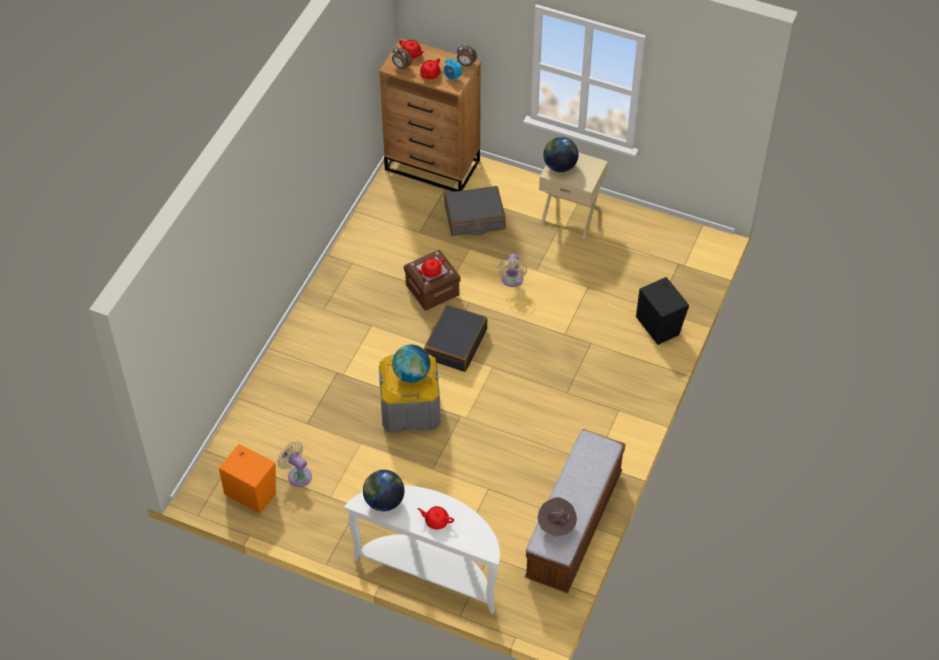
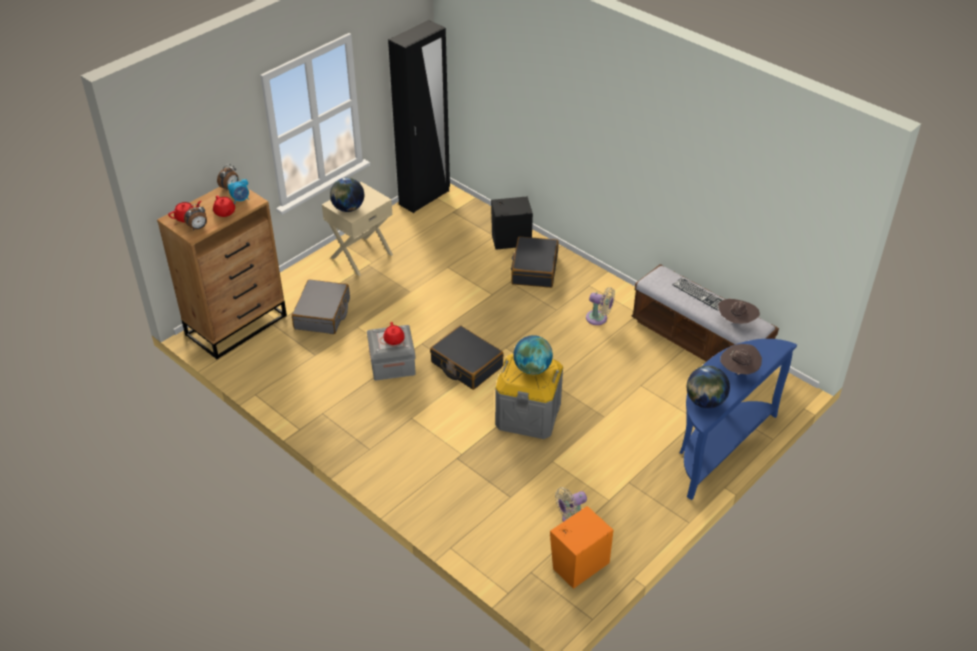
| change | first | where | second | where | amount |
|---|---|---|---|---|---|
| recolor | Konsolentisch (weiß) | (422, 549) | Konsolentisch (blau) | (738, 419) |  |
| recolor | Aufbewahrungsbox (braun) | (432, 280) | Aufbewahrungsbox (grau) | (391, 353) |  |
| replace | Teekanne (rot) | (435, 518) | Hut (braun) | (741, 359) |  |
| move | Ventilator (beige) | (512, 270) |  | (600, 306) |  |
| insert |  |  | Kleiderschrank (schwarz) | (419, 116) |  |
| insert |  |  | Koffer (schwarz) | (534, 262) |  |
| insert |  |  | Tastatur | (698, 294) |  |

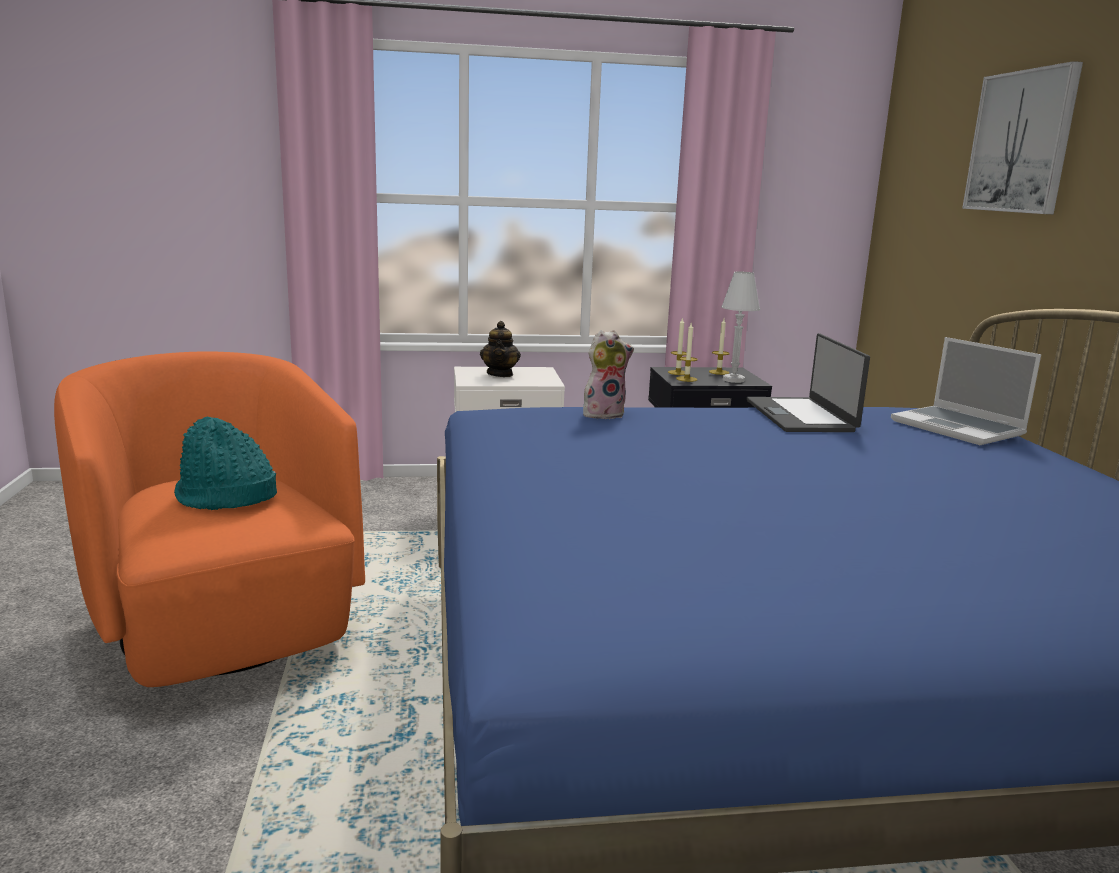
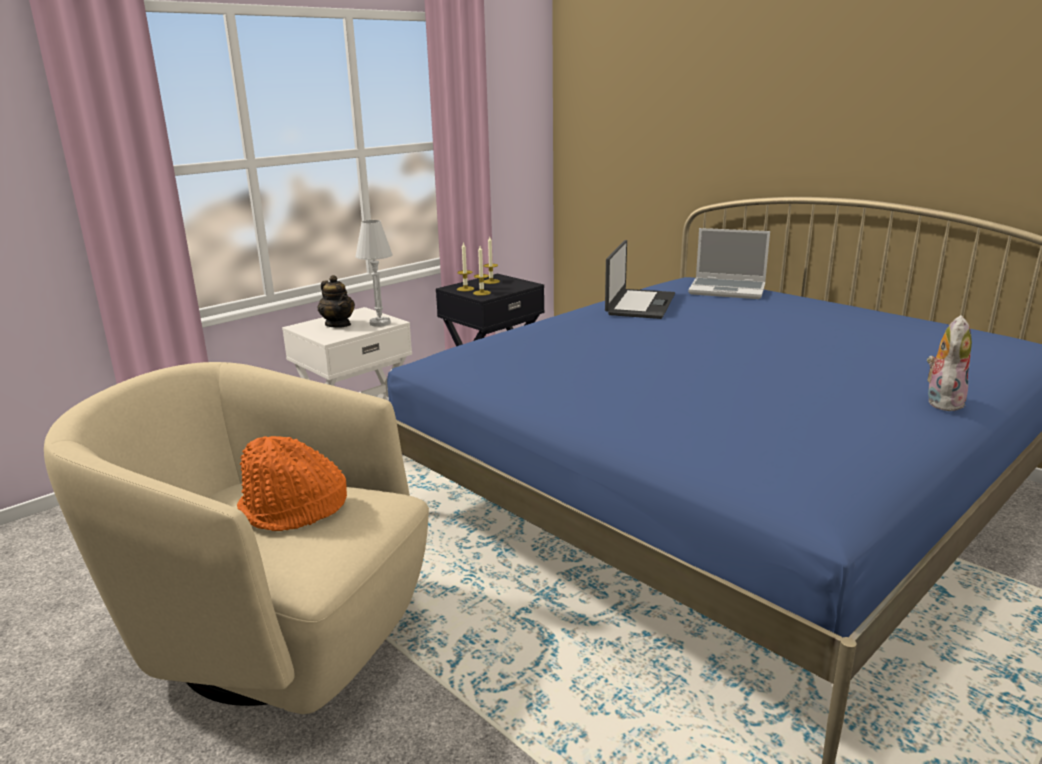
| change | first | where | second | where | amount |
|---|---|---|---|---|---|
| recolor | Sessel (orange) | (209, 519) | Sessel (beige) | (236, 538) |  |
| recolor | Hut (türkis) | (225, 463) | Hut (orange) | (292, 483) |  |
| move | Plüschtier | (608, 374) |  | (949, 363) |  |
| move | Tischlampe (weiß) | (740, 327) |  | (374, 273) |  |
| rotate | Laptop | (808, 382) |  | (640, 279) | 120 degrees counterclockwise |
| delete | Bild | (1022, 137) |  |  |  |

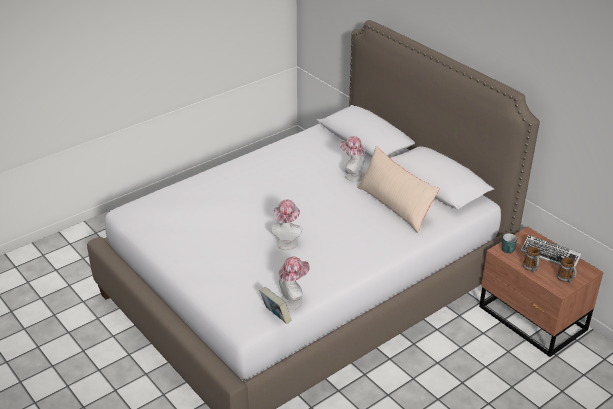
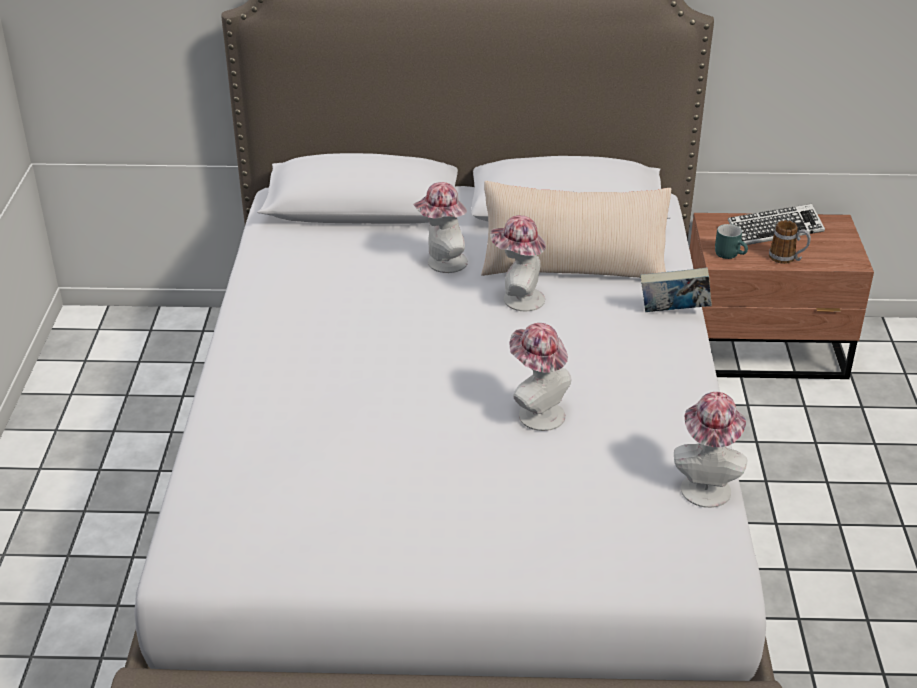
| change | first | where | second | where | amount |
|---|---|---|---|---|---|
| move | Buch | (276, 305) |  | (676, 290) |  |
| delete | Henkelbecher | (567, 270) |  |  |  |
| insert |  |  | Hut | (518, 263) |  |

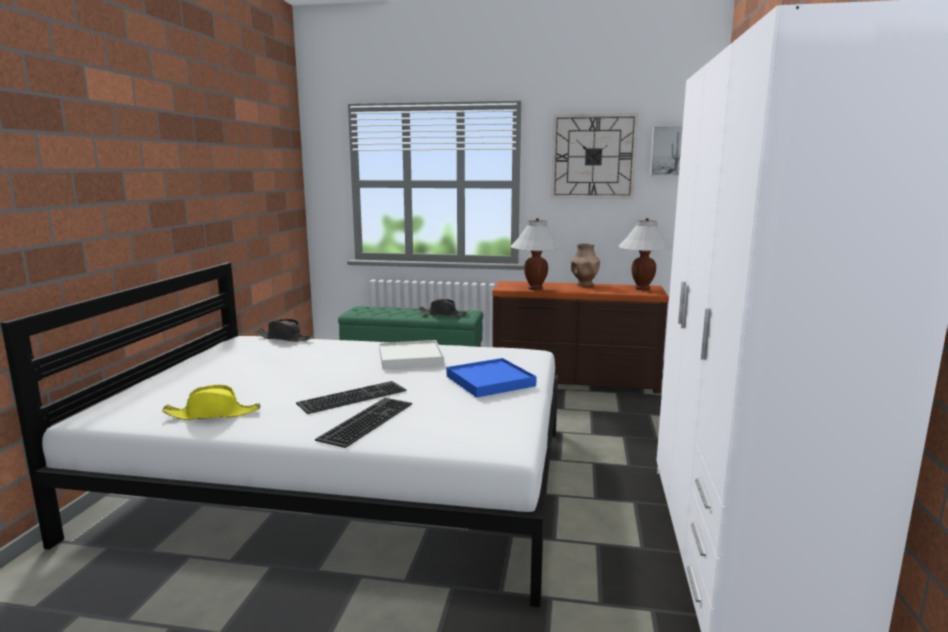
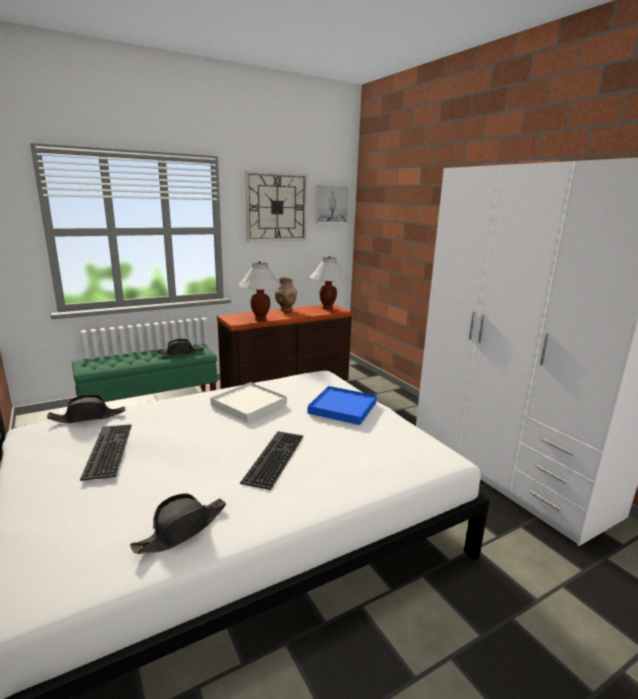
| change | first | where | second | where | amount |
|---|---|---|---|---|---|
| recolor | Hut (gelb) | (211, 402) | Hut (schwarz) | (178, 523) |  |
| move | Tastatur | (363, 423) |  | (106, 452) |  |

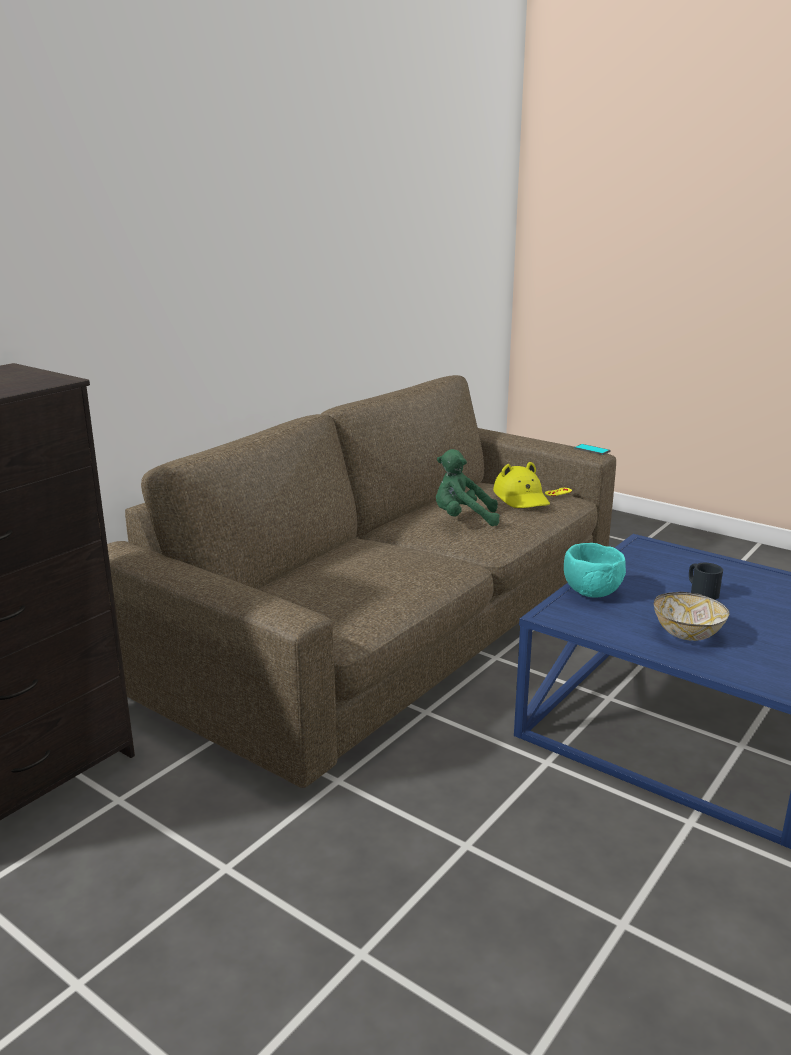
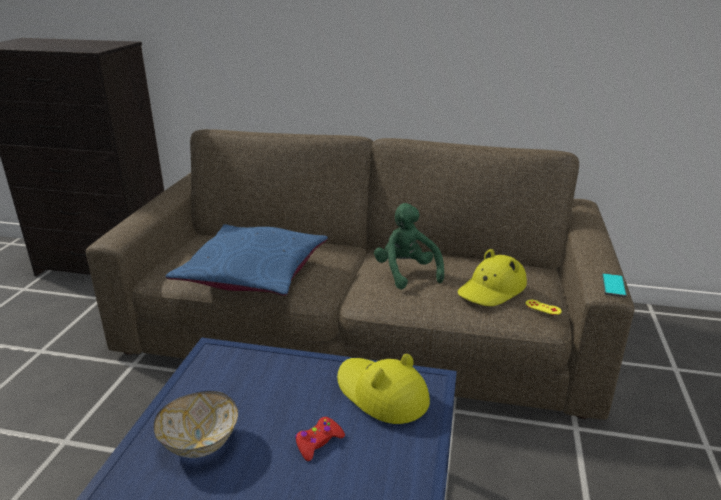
| change | first | where | second | where | amount |
|---|---|---|---|---|---|
| delete | Schüssel (türkis) | (595, 570) |  |  |  |
| replace | Henkelbecher (schwarz) | (706, 581) | Gamepad (rot) | (320, 439) |  |
| insert |  |  | Kissen (blau) | (247, 260) |  |
| insert |  |  | Hut (gelb) | (383, 389) |  |

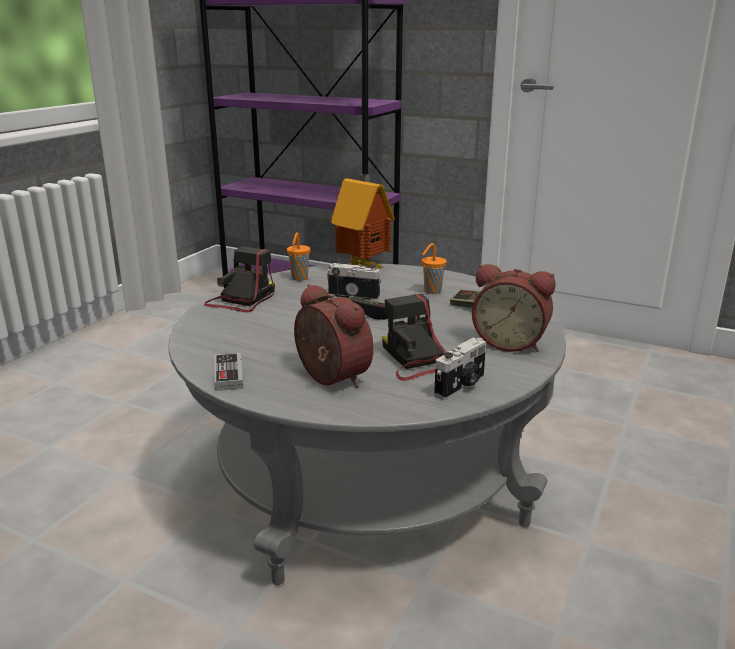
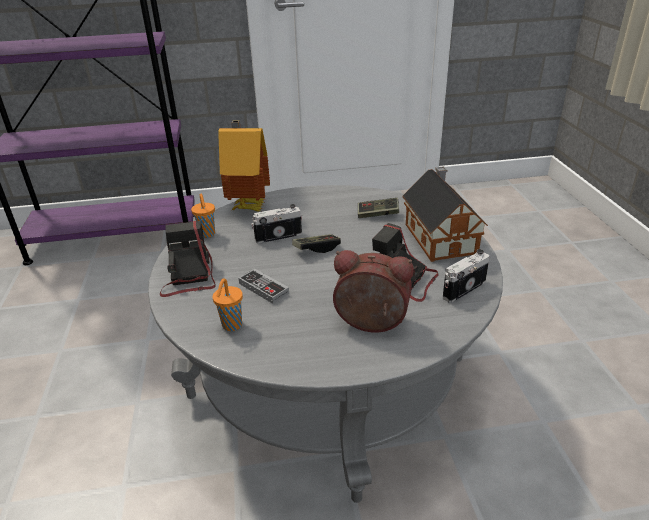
| change | first | where | second | where | amount |
|---|---|---|---|---|---|
| move | Gamepad | (228, 372) |  | (264, 286) |  |
| move | Tasse (orange) | (434, 268) |  | (228, 304) |  |
| rotate | Kamera | (460, 368) |  | (466, 276) | 135 degrees counterclockwise |
| replace | Wecker | (514, 308) | Spielzeughaus | (445, 214) |  |

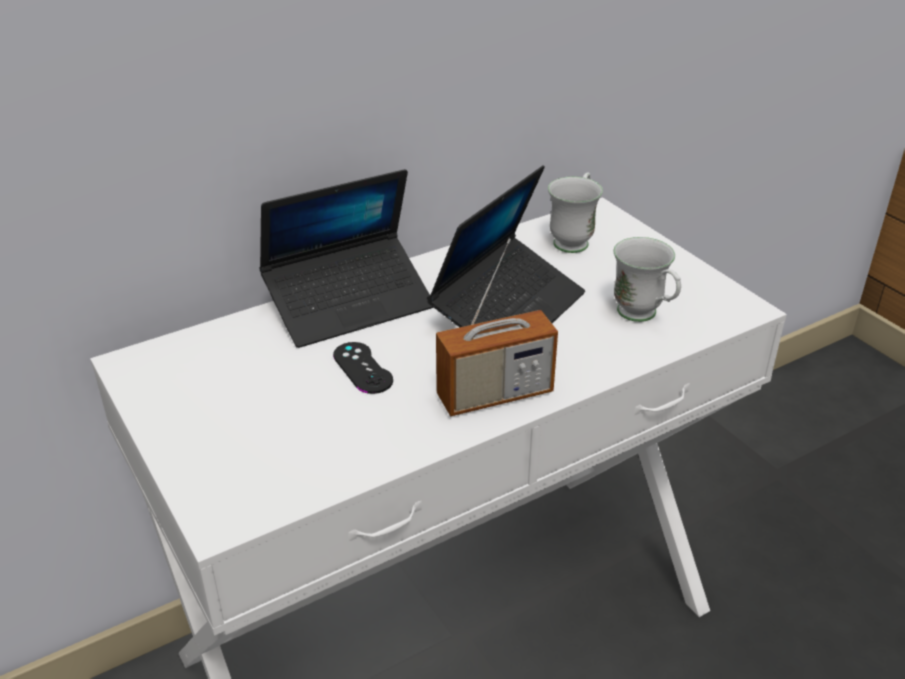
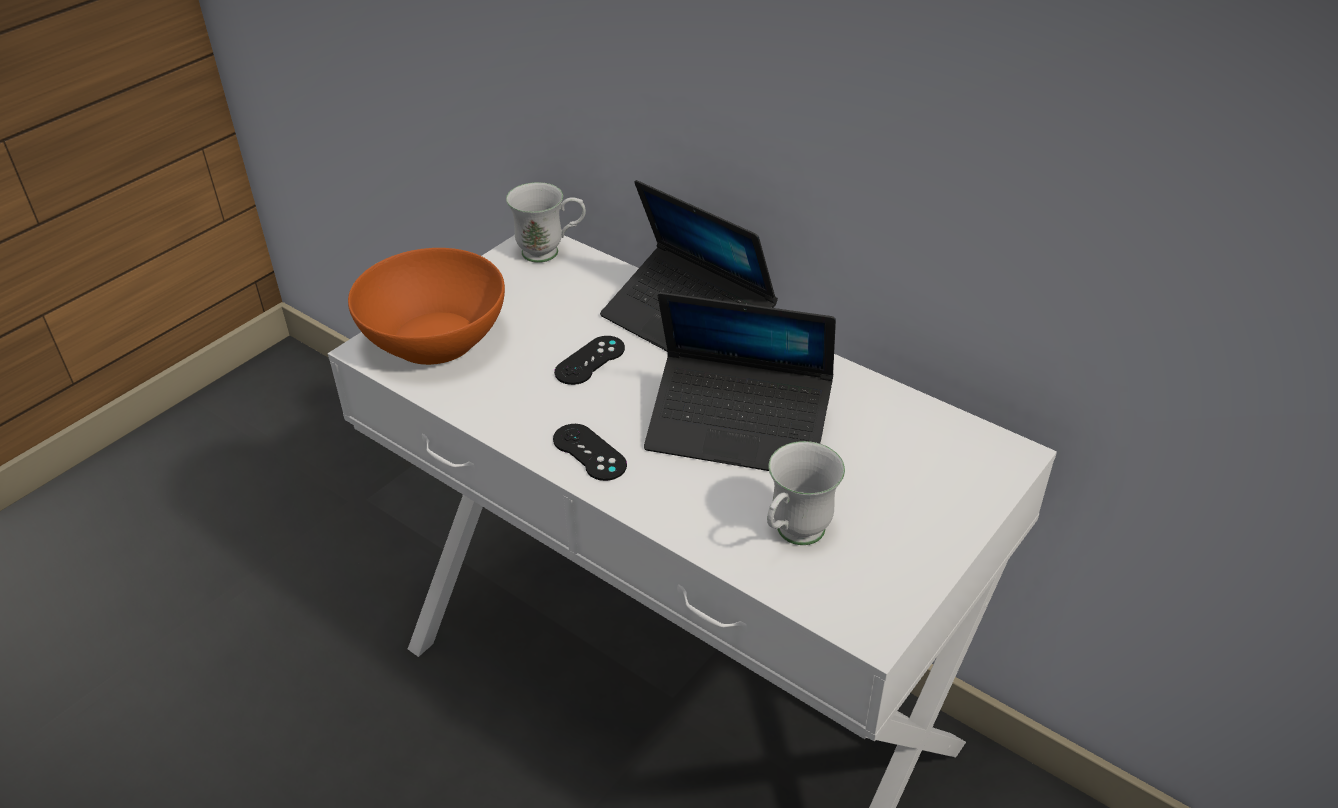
| change | first | where | second | where | amount |
|---|---|---|---|---|---|
| replace | Radio | (497, 327) | Gamepad (schwarz) | (590, 452) |  |
| move | Henkelbecher (weiß) | (575, 212) |  | (546, 222) |  |
| insert |  |  | Schüssel (orange) | (426, 306) |  |

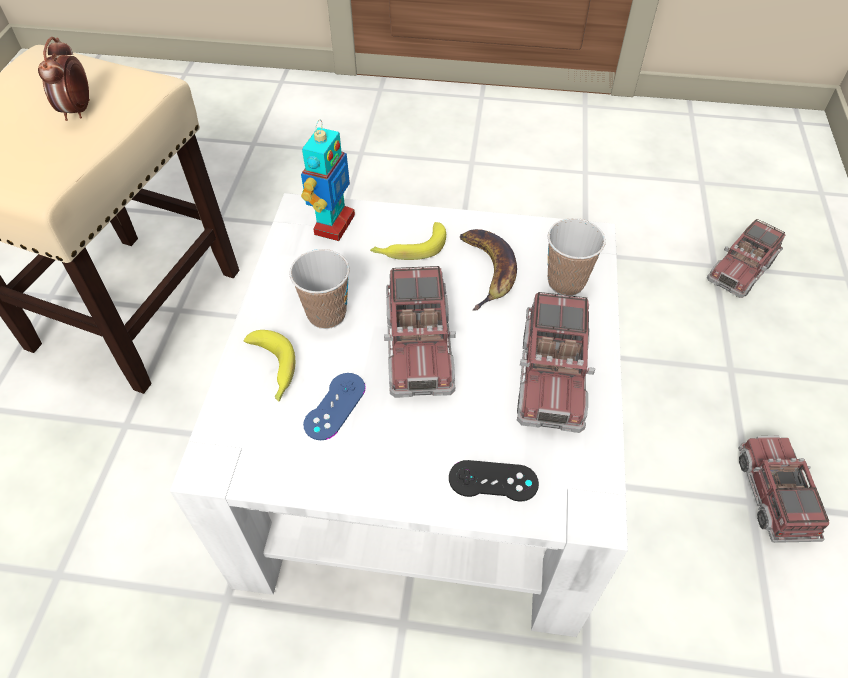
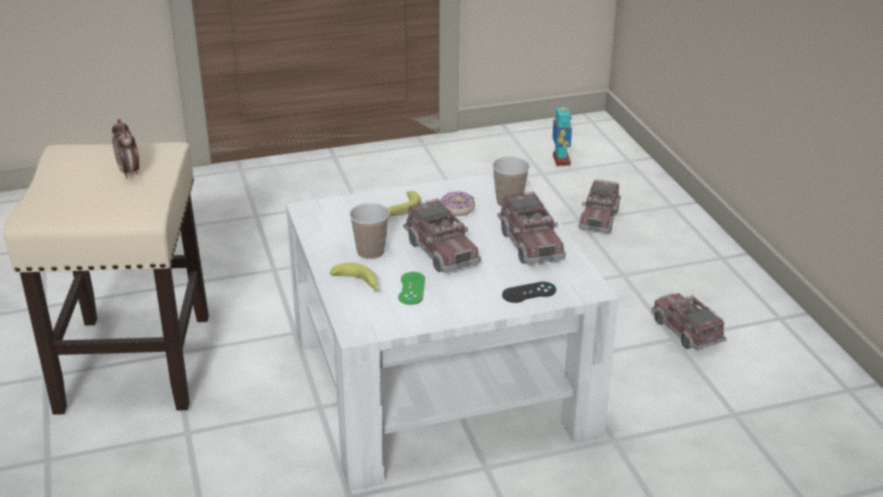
| change | first | where | second | where | amount |
|---|---|---|---|---|---|
| move | Spielzeugroboter | (328, 180) |  | (562, 134) |  |
| recolor | Gamepad (blau) | (334, 406) | Gamepad (grün) | (411, 288) |  |
| replace | Banane | (488, 270) | Donut | (457, 203) |  |

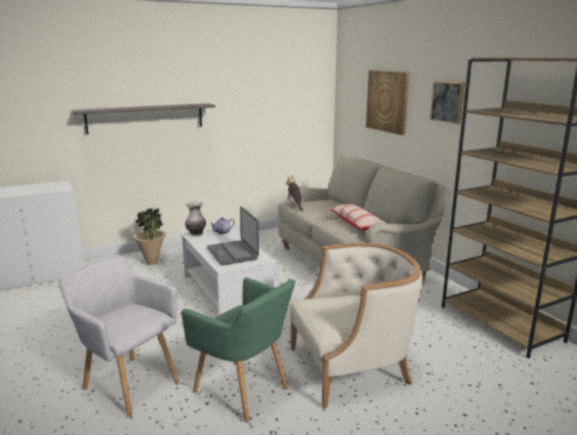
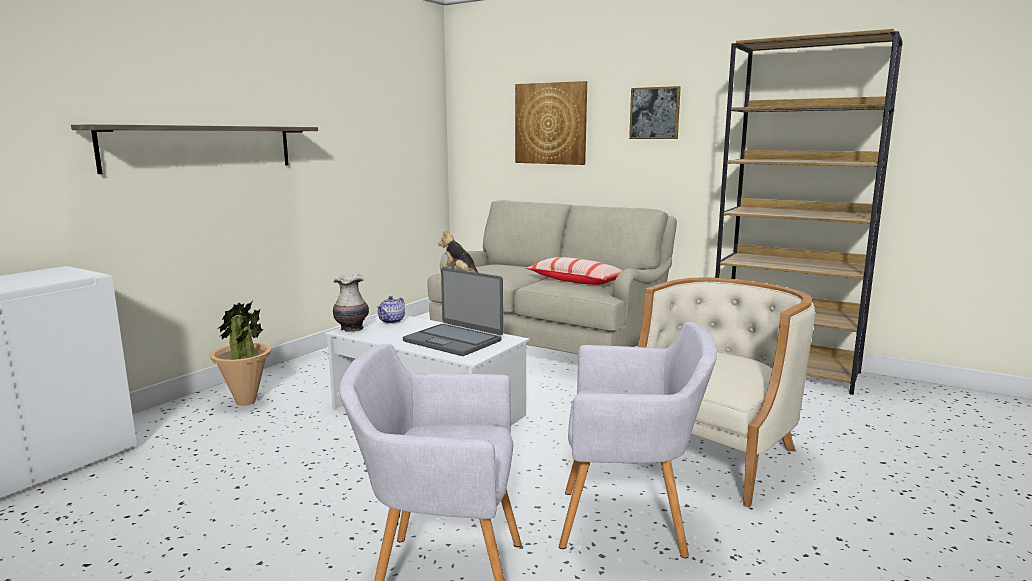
| change | first | where | second | where | amount |
|---|---|---|---|---|---|
| recolor | Sessel (grün) | (238, 350) | Sessel (grau) | (638, 440) |  |

